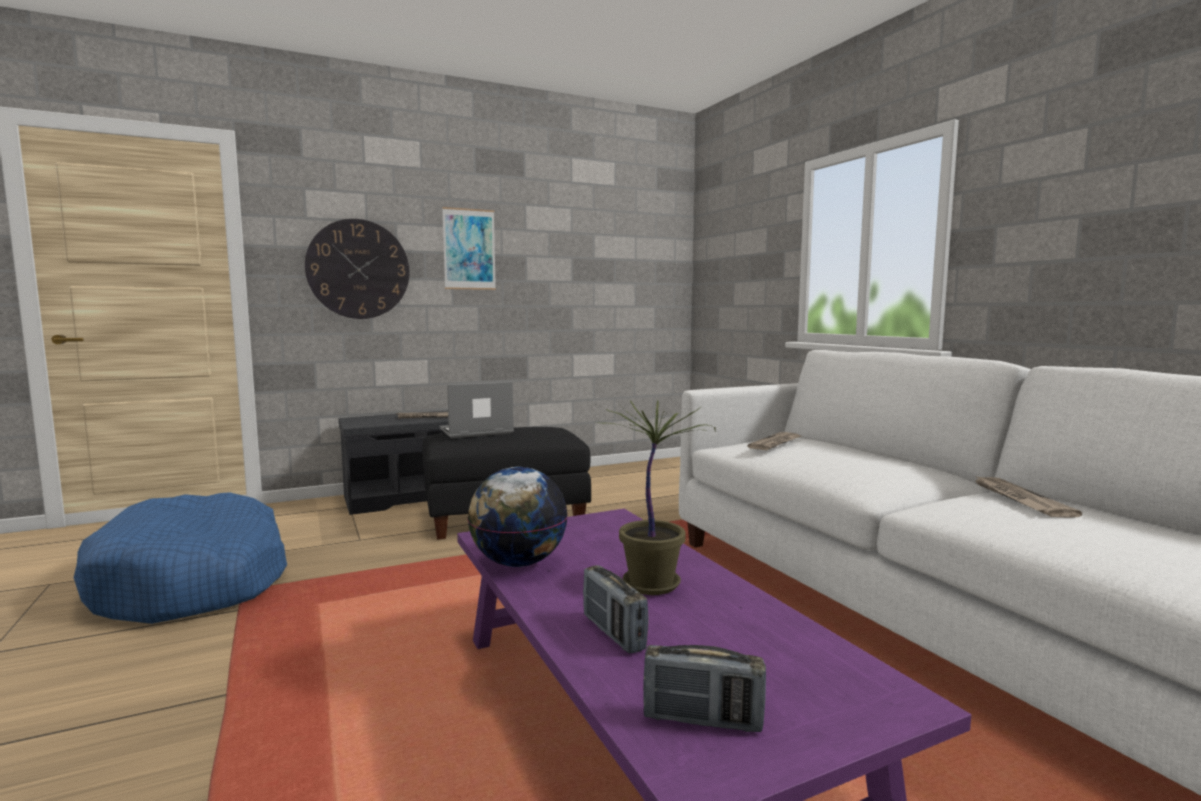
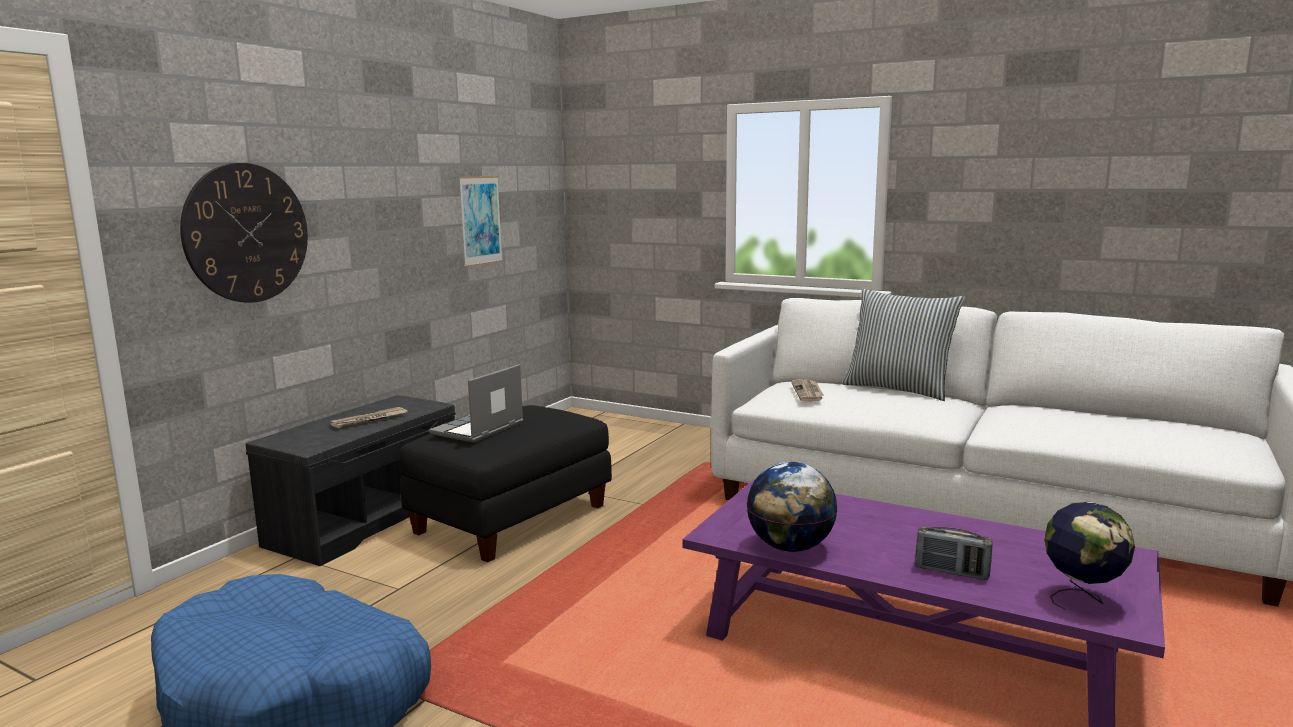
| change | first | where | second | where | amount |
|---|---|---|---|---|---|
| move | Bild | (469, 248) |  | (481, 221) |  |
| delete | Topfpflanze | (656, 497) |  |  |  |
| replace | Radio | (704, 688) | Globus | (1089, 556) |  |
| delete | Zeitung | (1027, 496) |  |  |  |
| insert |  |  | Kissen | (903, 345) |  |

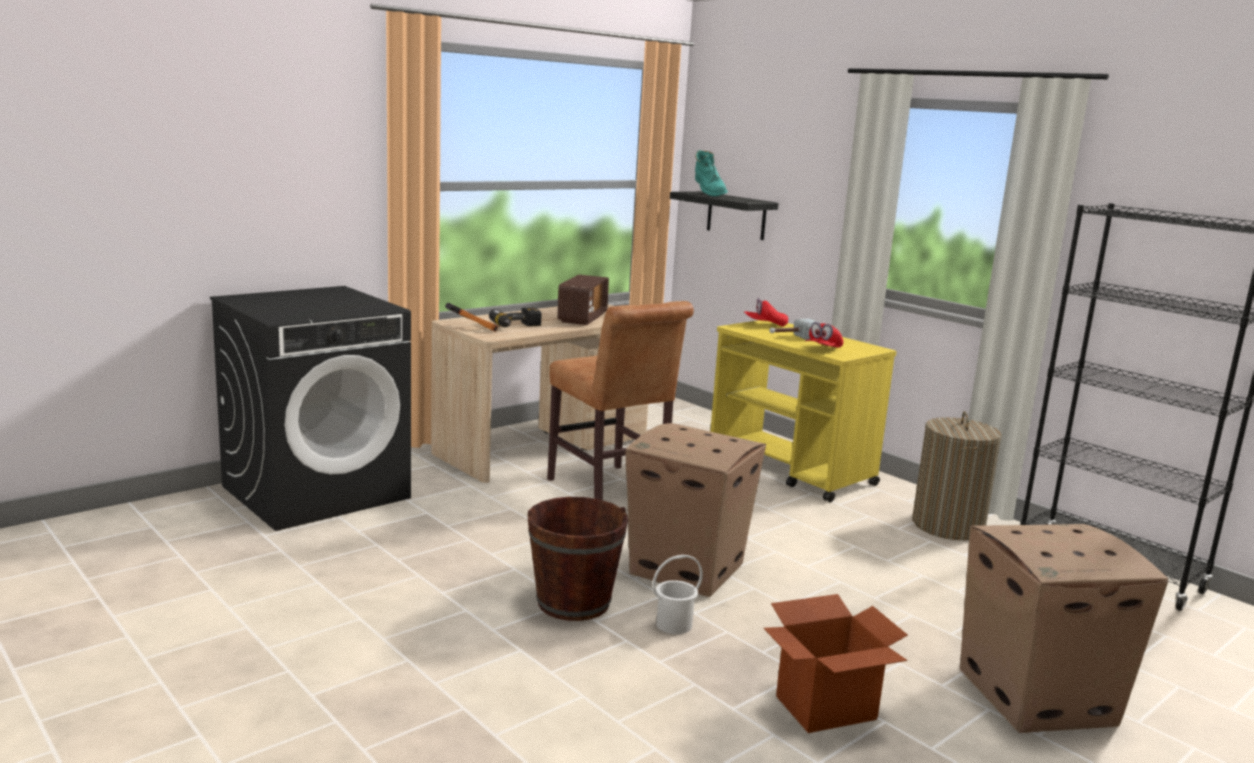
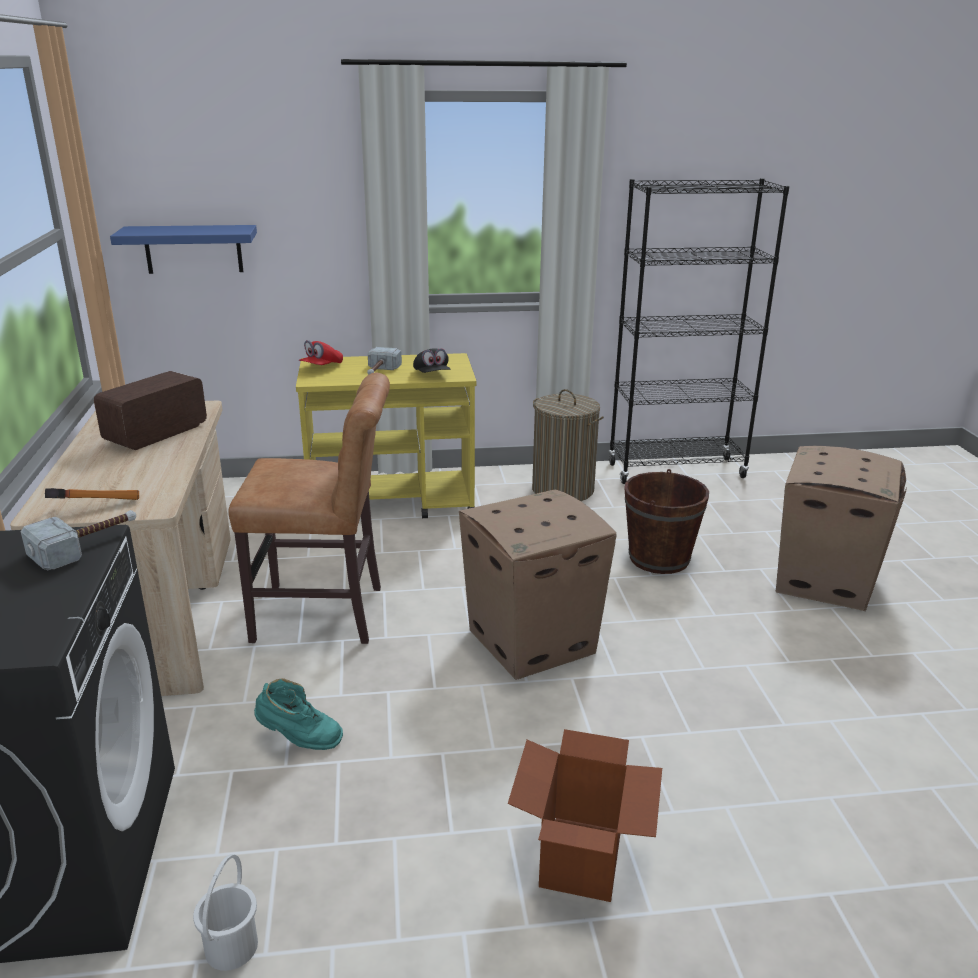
| change | first | where | second | where | amount |
|---|---|---|---|---|---|
| delete | Bohrmaschine | (515, 317) |  |  |  |
| move | Eimer (braun) | (578, 559) |  | (666, 521) |  |
| rotate | Radio | (583, 300) |  | (150, 410) | 105 degrees counterclockwise |
| move | Eimer (weiß) | (678, 594) |  | (225, 912) |  |
| recolor | Wandregal (schwarz) | (724, 215) | Wandregal (blau) | (183, 249) |  |
| move | Stiefel (türkis) | (711, 173) |  | (298, 714) |  |
| move | Karton | (835, 663) |  | (585, 815) |  |
| recolor | Kappe (rot) | (824, 335) | Kappe (schwarz) | (432, 360) |  |
| insert |  |  | Hammer | (78, 540) |  |

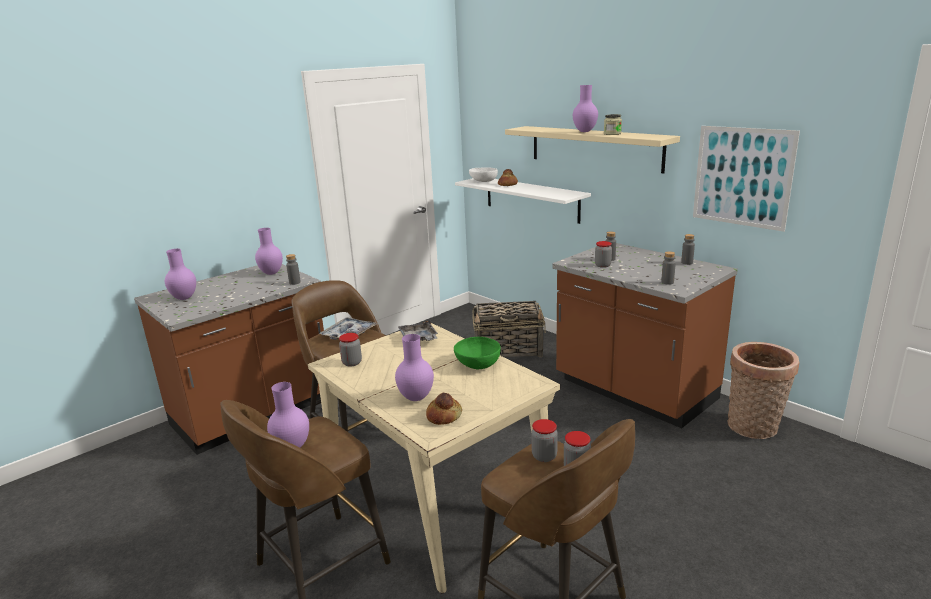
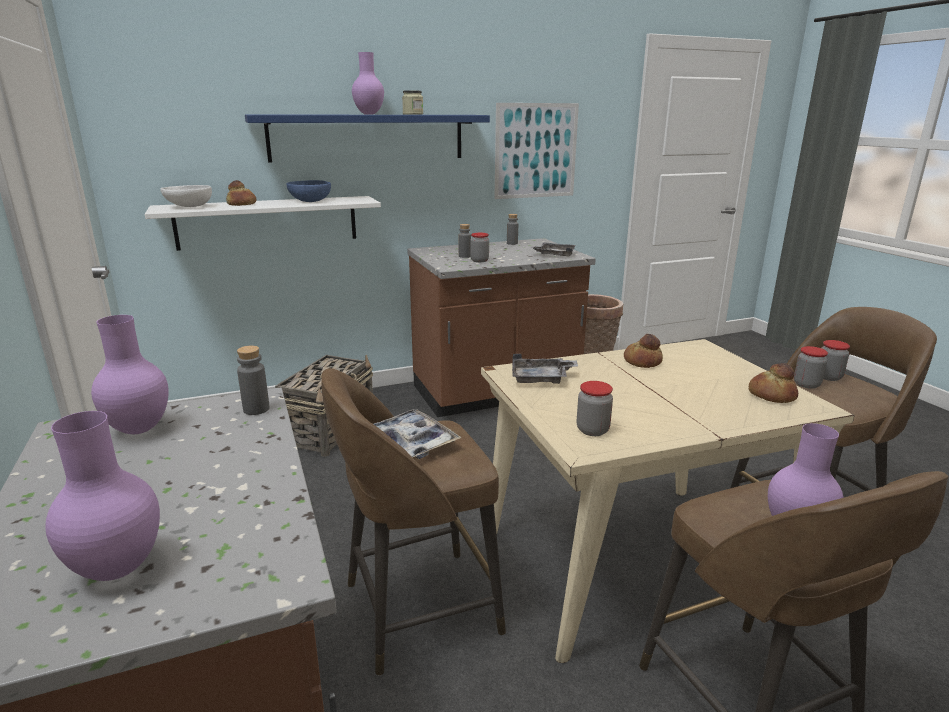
| change | first | where | second | where | amount |
|---|---|---|---|---|---|
| delete | Vase (lila) | (414, 367) |  |  |  |
| replace | Schüssel (grün) | (477, 353) | Brot | (643, 351) |  |
| recolor | Wandregal (beige) | (592, 150) | Wandregal (blau) | (367, 138) |  |
| replace | Flasche (grau) | (668, 268) | Tablett (grau) | (553, 249) |  |
| insert |  |  | Schüssel (blau) | (308, 191) |  |

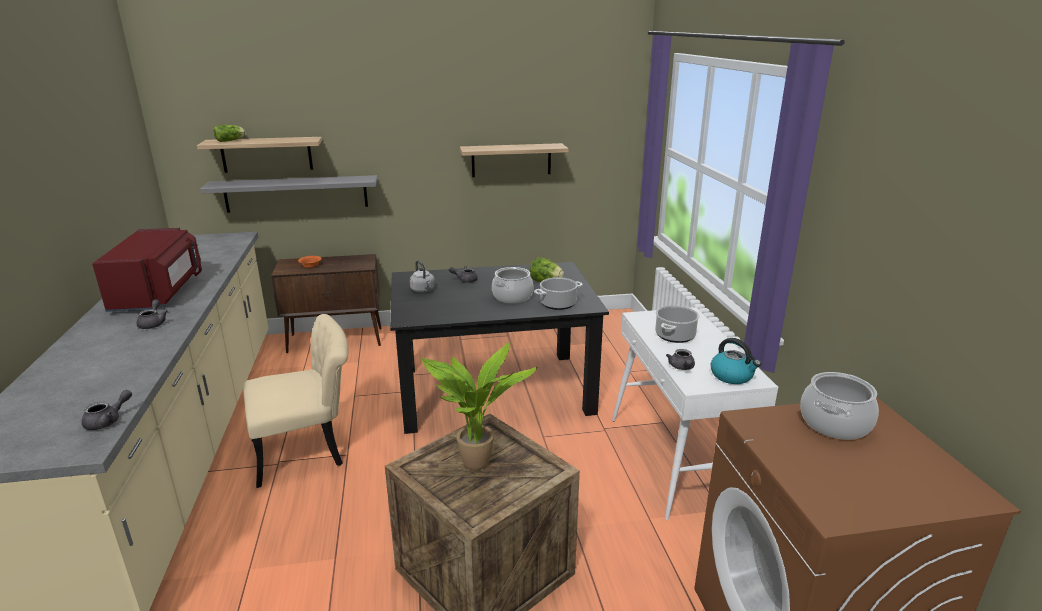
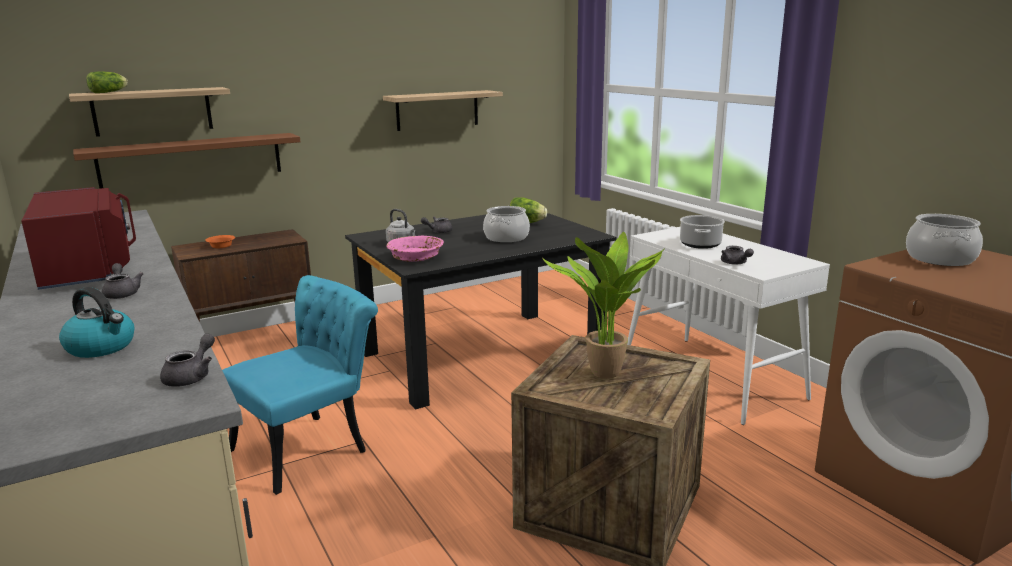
| change | first | where | second | where | amount |
|---|---|---|---|---|---|
| recolor | Wandregal (grau) | (288, 194) | Wandregal (braun) | (186, 161) |  |
| recolor | Stuhl (beige) | (296, 401) | Stuhl (türkis) | (300, 385) |  |
| delete | Kochtopf | (558, 293) |  |  |  |
| move | Wasserkessel | (736, 361) |  | (97, 322) |  |
| insert |  |  | Schüssel (rosa) | (415, 249) |  |

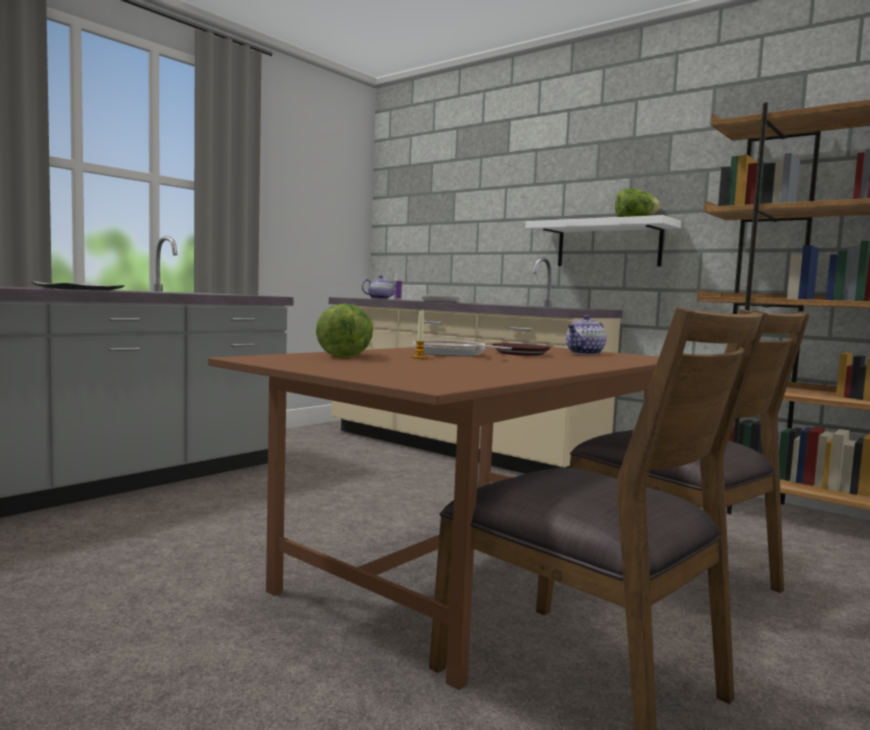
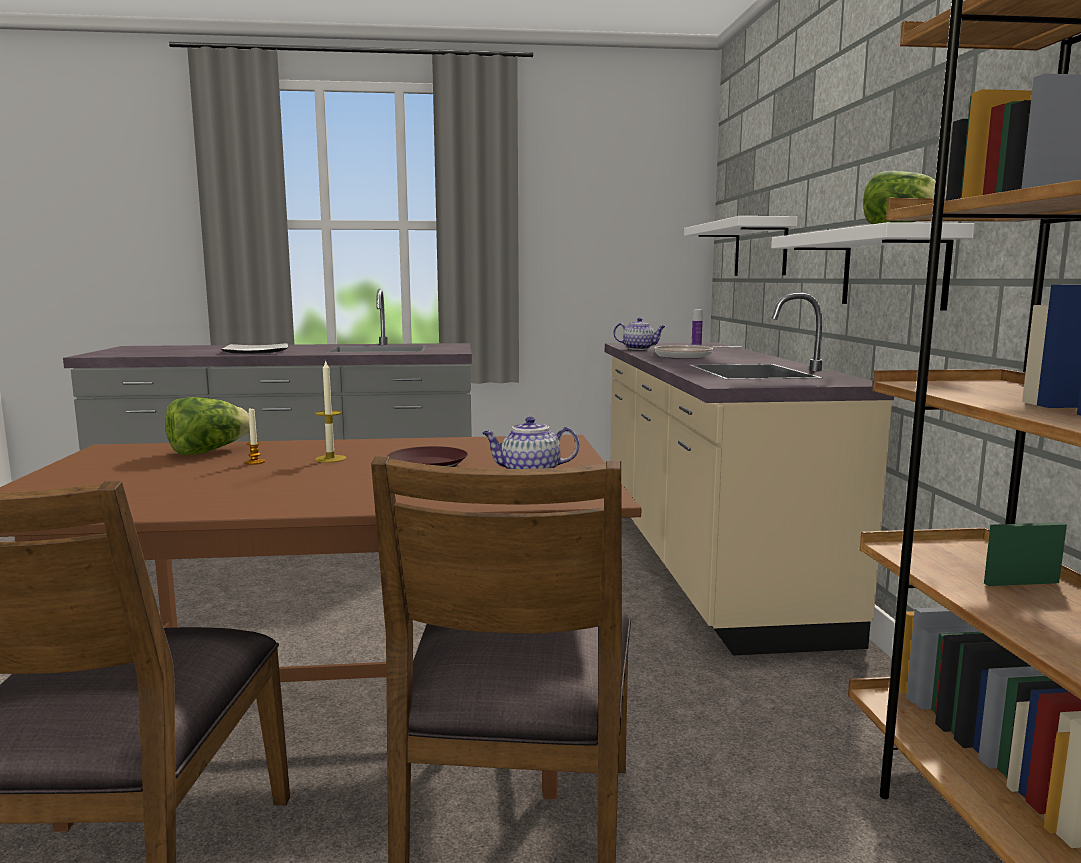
| change | first | where | second | where | amount |
|---|---|---|---|---|---|
| replace | Pfanne | (462, 348) | Kerze | (330, 411) |  |
| insert |  |  | Wandregal (weiß) | (741, 246) |  |

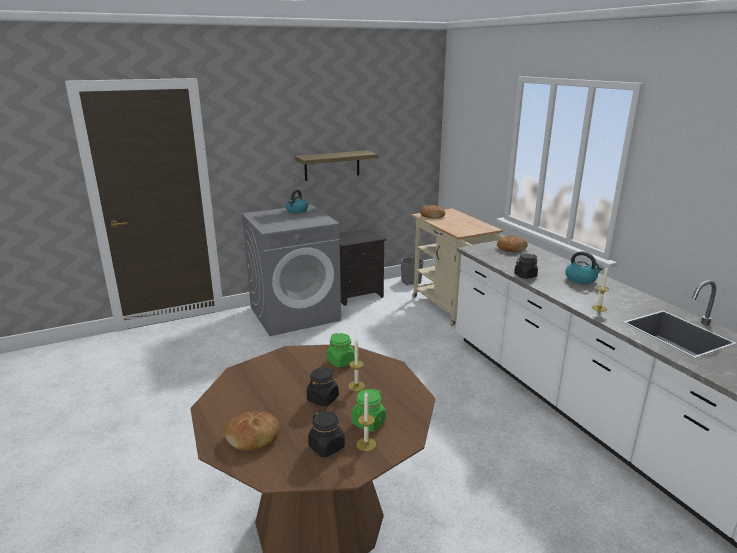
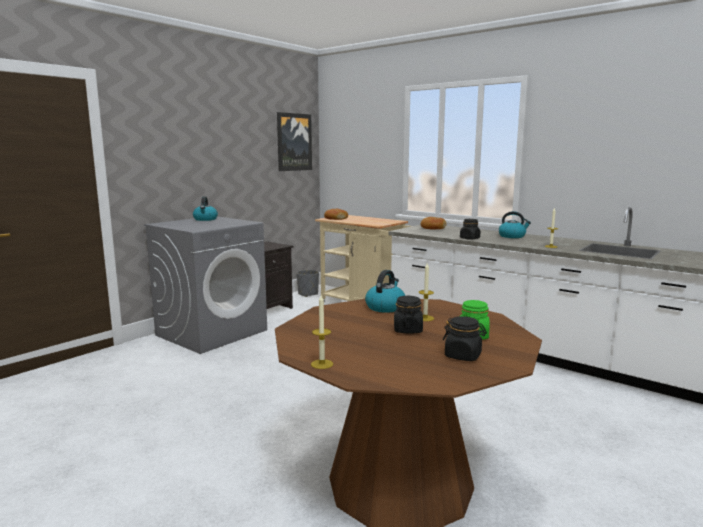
| change | first | where | second | where | amount |
|---|---|---|---|---|---|
| delete | Brot | (252, 431) |  |  |  |
| delete | Wandregal | (336, 165) |  |  |  |
| replace | Vorratsglas (grün) | (341, 350) | Wasserkessel | (385, 291) |  |
| move | Kerze | (366, 421) |  | (322, 332) |  |
| insert |  |  | Bild | (294, 141) |  |

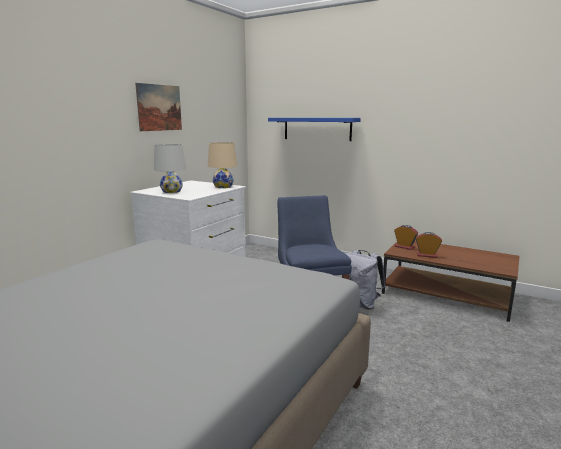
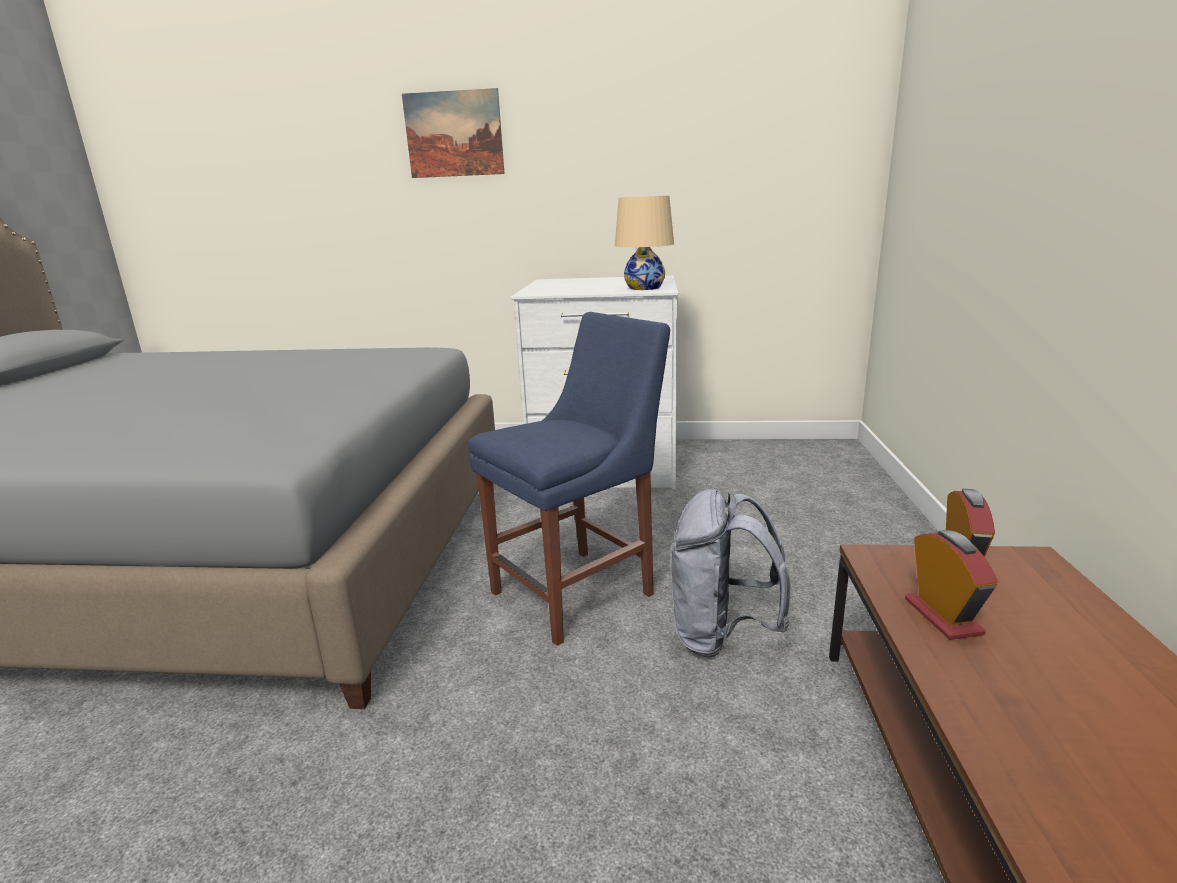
| change | first | where | second | where | amount |
|---|---|---|---|---|---|
| move | Bild | (158, 107) |  | (453, 133) |  |
| delete | Tischlampe (weiß) | (170, 168) |  |  |  |
| delete | Wandregal (blau) | (314, 129) |  |  |  |

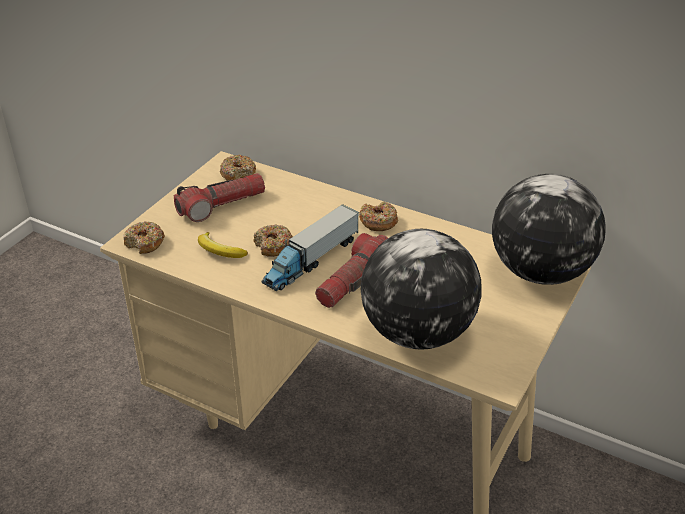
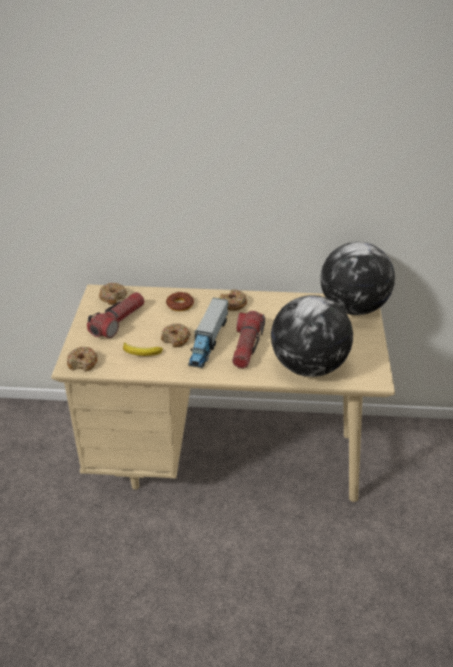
| change | first | where | second | where | amount |
|---|---|---|---|---|---|
| insert |  |  | Donut | (180, 301) |  |

